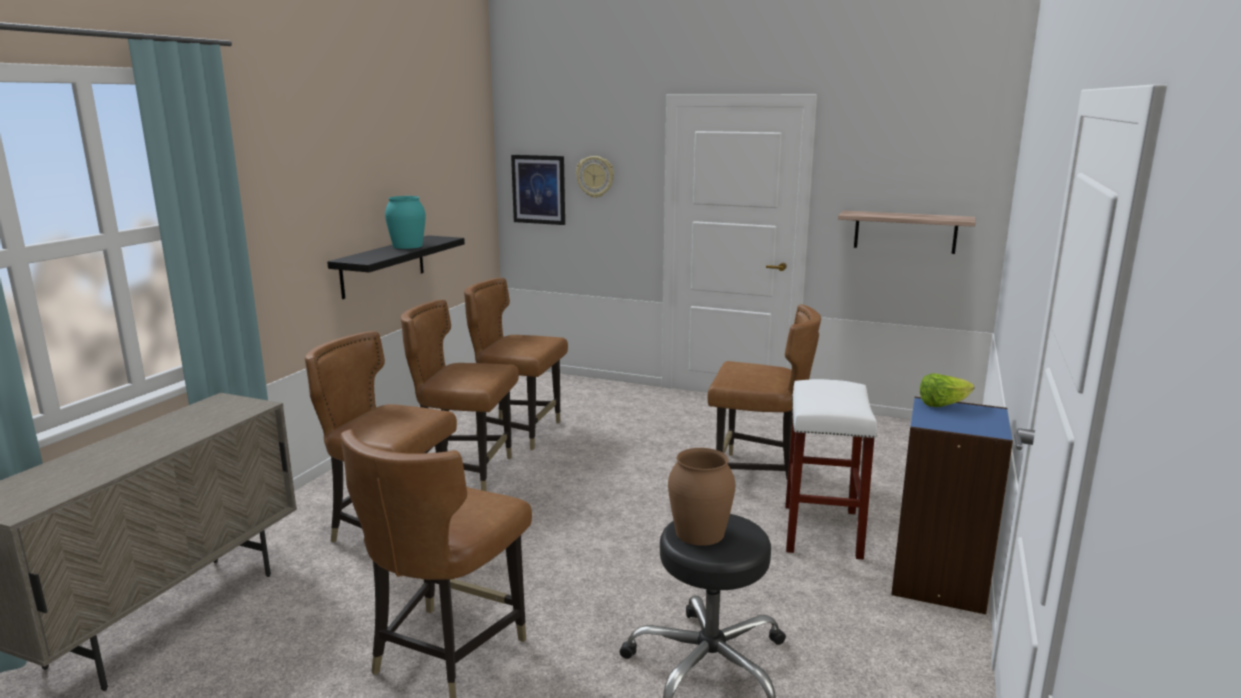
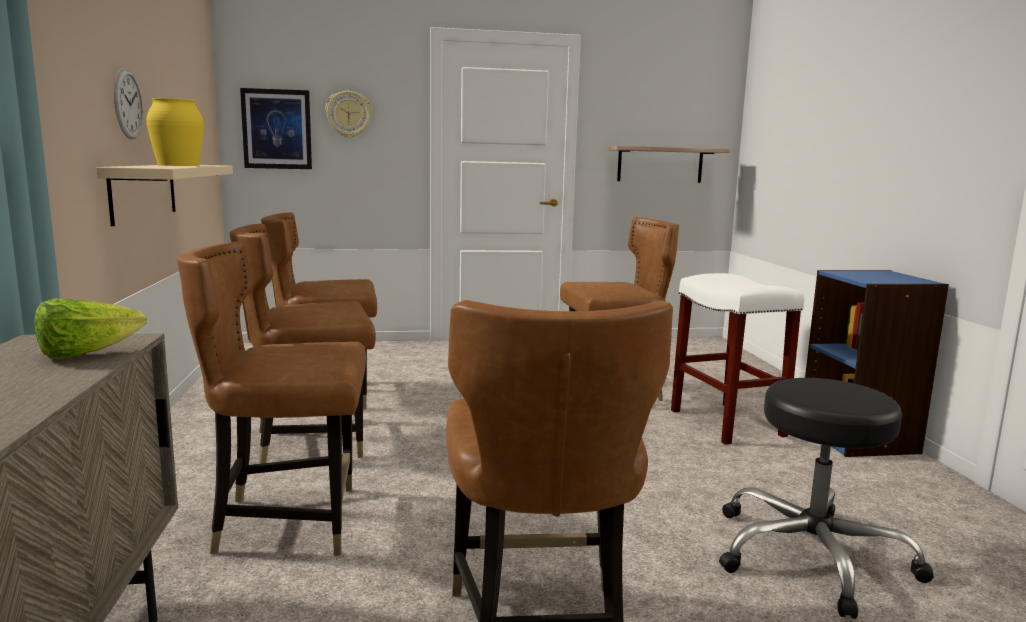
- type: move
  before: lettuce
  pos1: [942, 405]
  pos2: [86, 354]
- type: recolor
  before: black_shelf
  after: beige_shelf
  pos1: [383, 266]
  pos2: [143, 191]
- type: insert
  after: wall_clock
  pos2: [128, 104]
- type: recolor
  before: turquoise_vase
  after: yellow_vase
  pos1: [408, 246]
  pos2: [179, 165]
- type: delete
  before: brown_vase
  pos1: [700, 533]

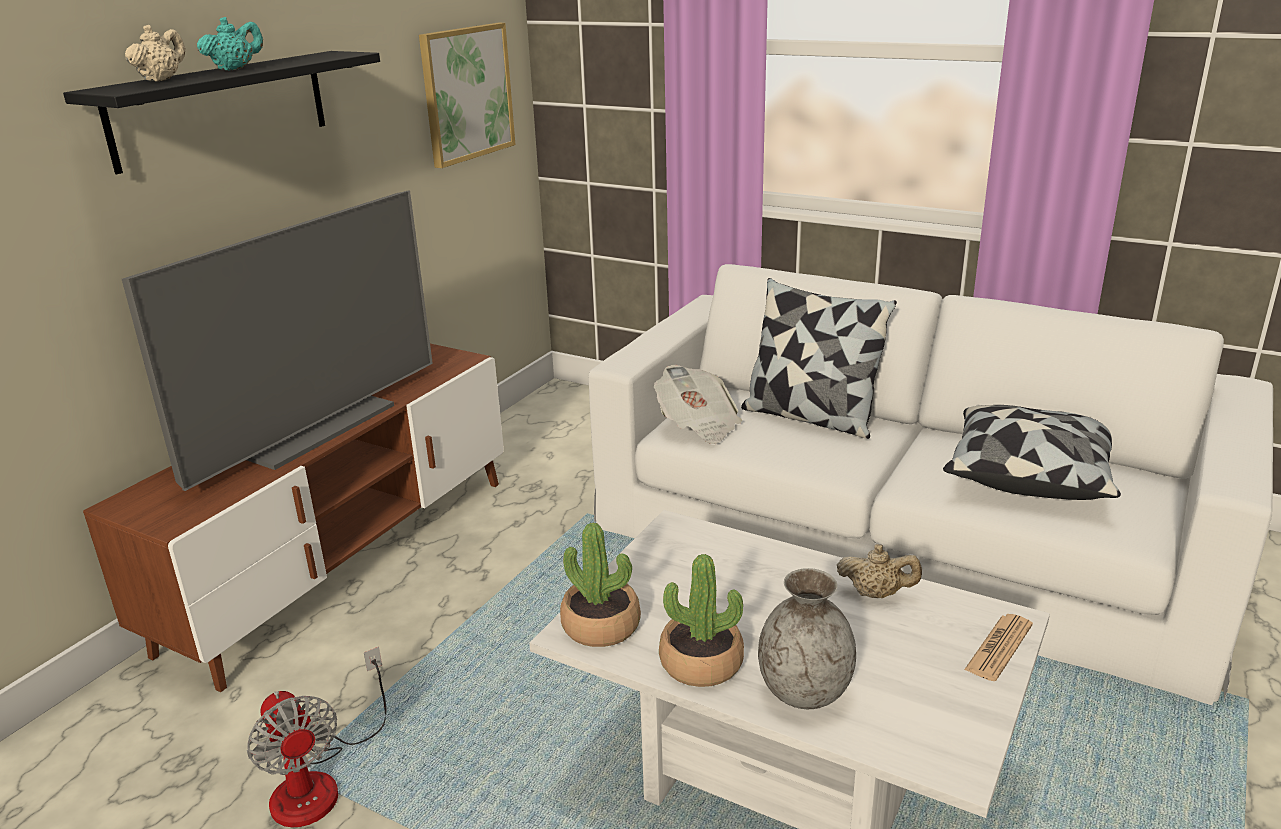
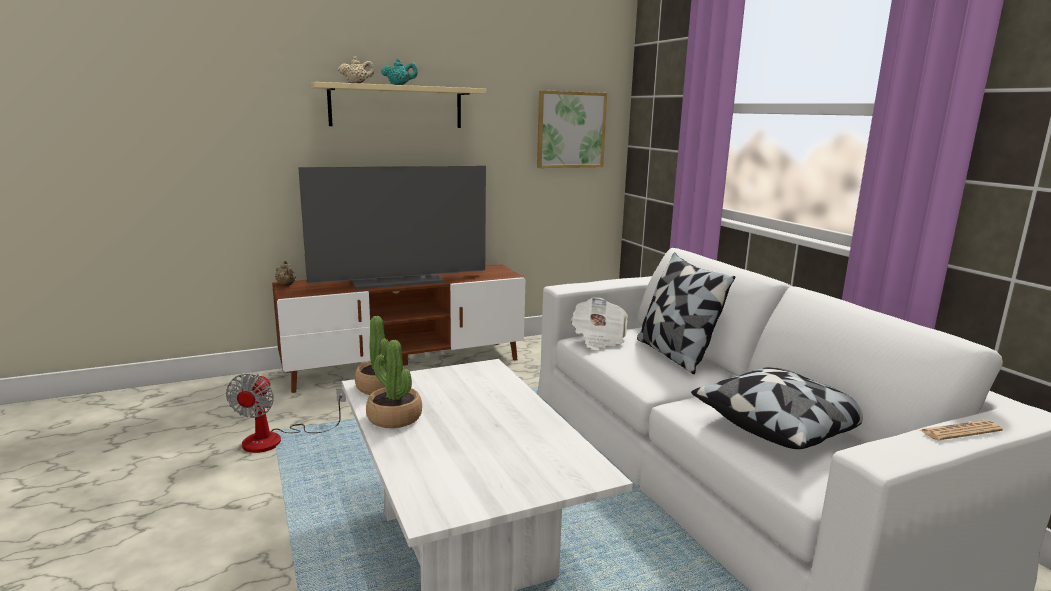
- type: move
  before: beige_teapot
  pos1: [876, 594]
  pos2: [286, 285]
- type: recolor
  before: black_shelf
  after: beige_shelf
  pos1: [221, 108]
  pos2: [396, 106]
- type: move
  before: newspaper
  pos1: [999, 648]
  pos2: [960, 431]
- type: delete
  before: grey_vase
  pos1: [804, 691]

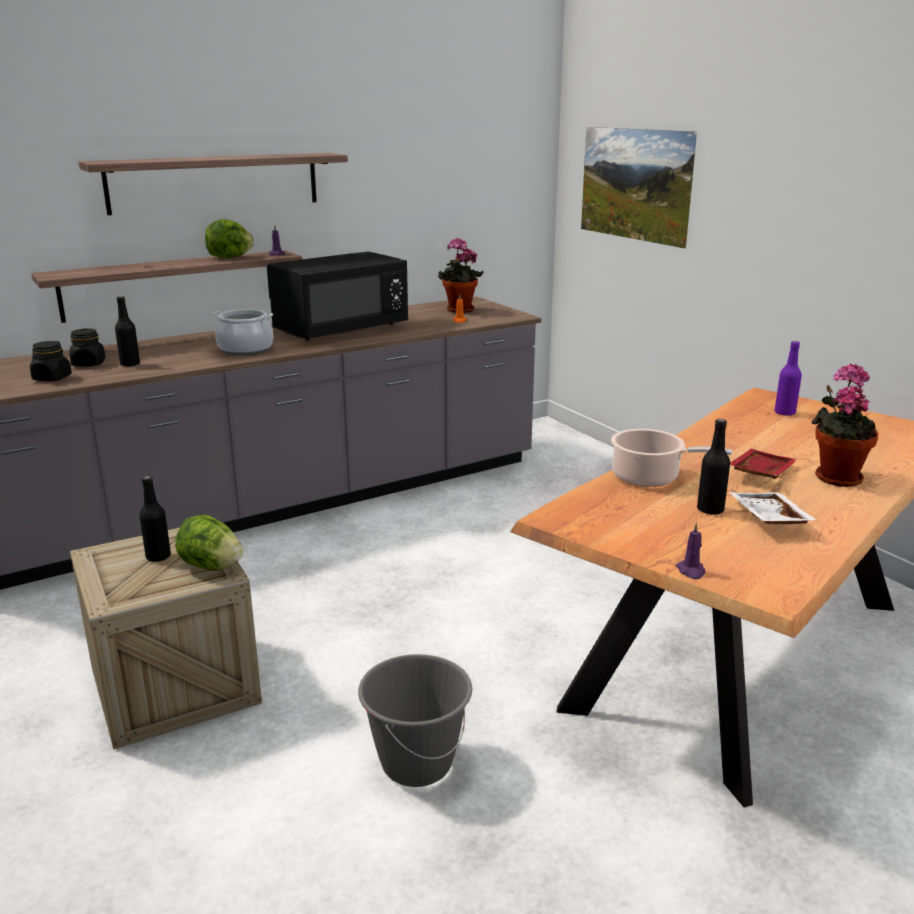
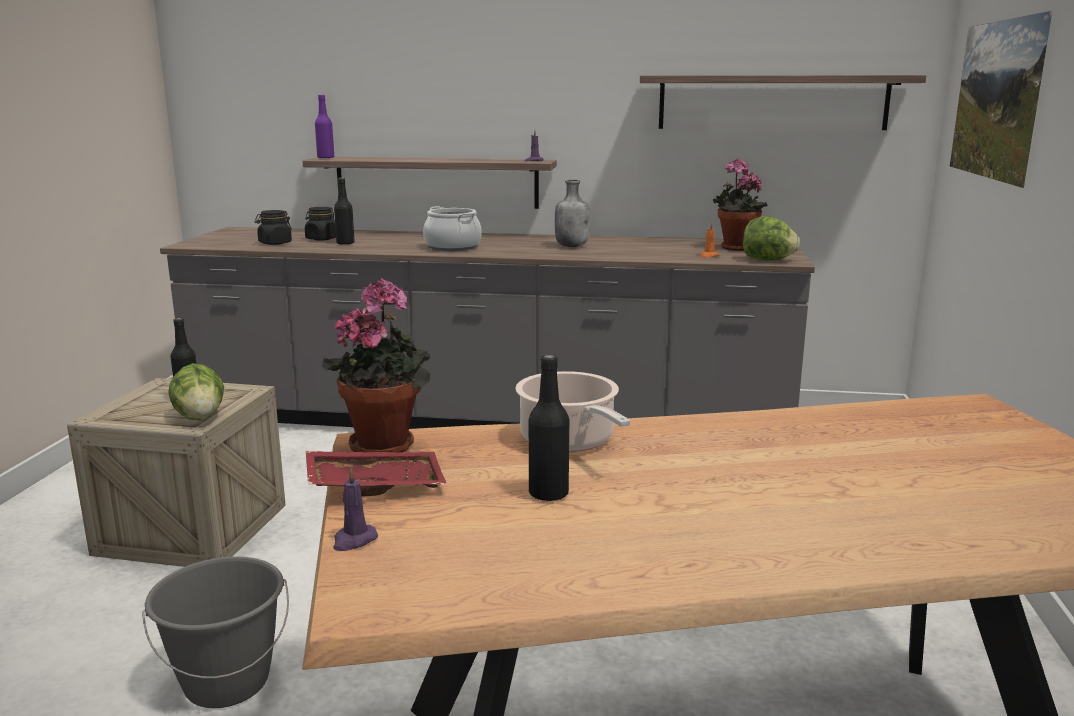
- type: move
  before: red_tray
  pos1: [759, 473]
  pos2: [375, 484]
- type: move
  before: purple_bottle
  pos1: [784, 413]
  pos2: [325, 158]
- type: move
  before: potted_plant
  pos1: [836, 477]
  pos2: [386, 443]
- type: replace
  before: black_microwave
  after: grey_bottle
  pos1: [341, 330]
  pos2: [572, 246]
- type: move
  before: shelf
  pos1: [215, 182]
  pos2: [772, 102]
- type: move
  before: lettuce
  pos1: [230, 257]
  pos2: [768, 260]
- type: delete
  before: white_tray
  pos1: [767, 518]

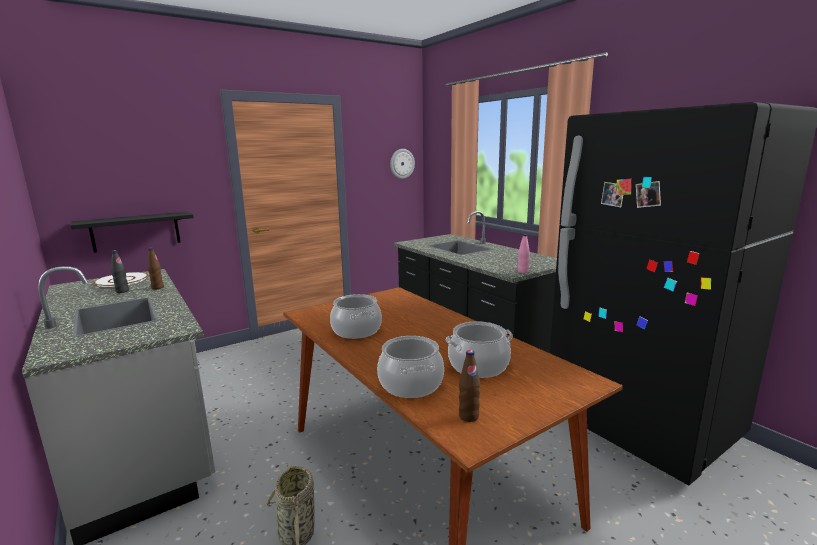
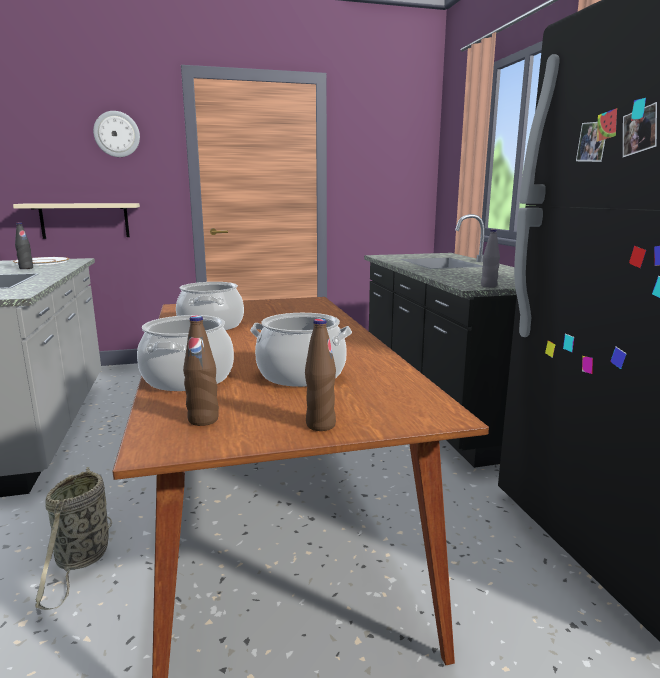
- type: recolor
  before: black_shelf
  after: beige_shelf
  pos1: [136, 231]
  pos2: [85, 220]
- type: move
  before: wall_clock
  pos1: [402, 163]
  pos2: [117, 134]
- type: move
  before: brown_bottle
  pos1: [157, 288]
  pos2: [320, 425]
- type: recolor
  before: pink_bottle
  after: grey_bottle
  pos1: [522, 271]
  pos2: [488, 286]

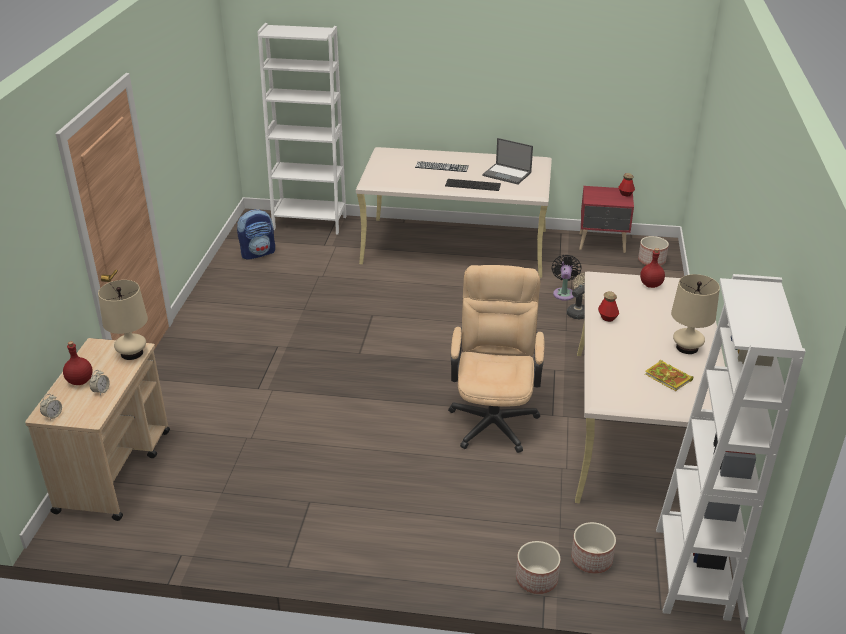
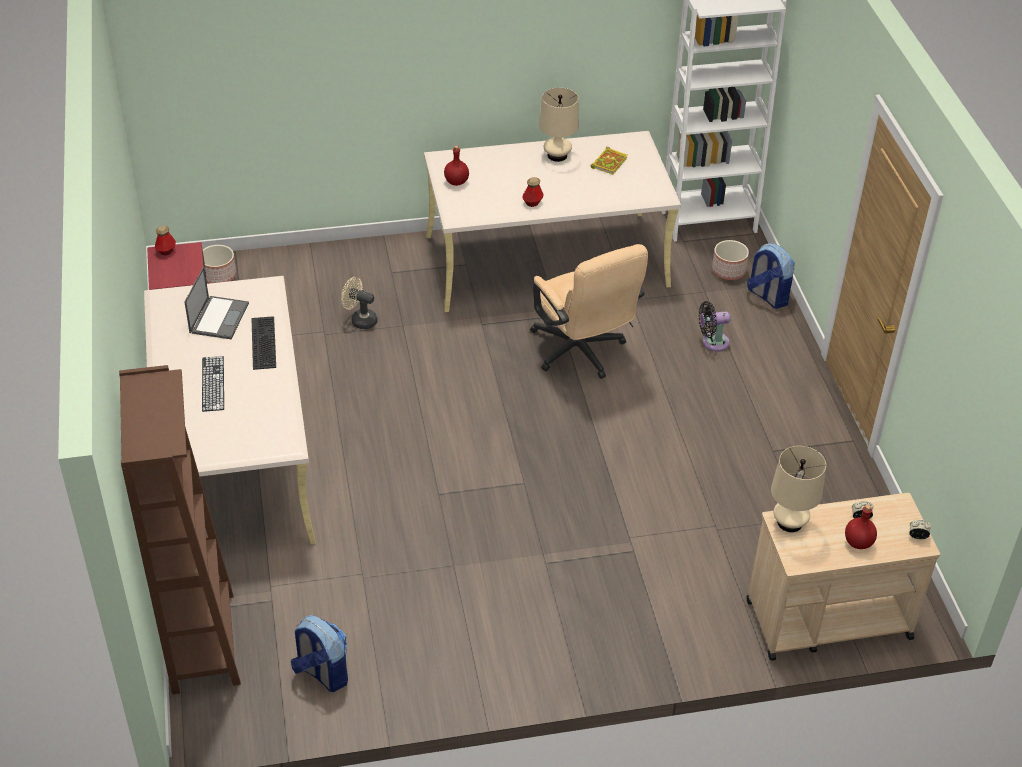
- type: recolor
  before: white_bookcase
  after: brown_bookcase
  pos1: [309, 222]
  pos2: [203, 643]
- type: rotate
  before: beige_office_chair
  pos1: [494, 416]
  pos2: [581, 354]
  turn: -105
- type: move
  before: black_fan
  pos1: [564, 293]
  pos2: [712, 342]
- type: replace
  before: planter
  after: backpack
  pos1: [536, 578]
  pos2: [767, 296]

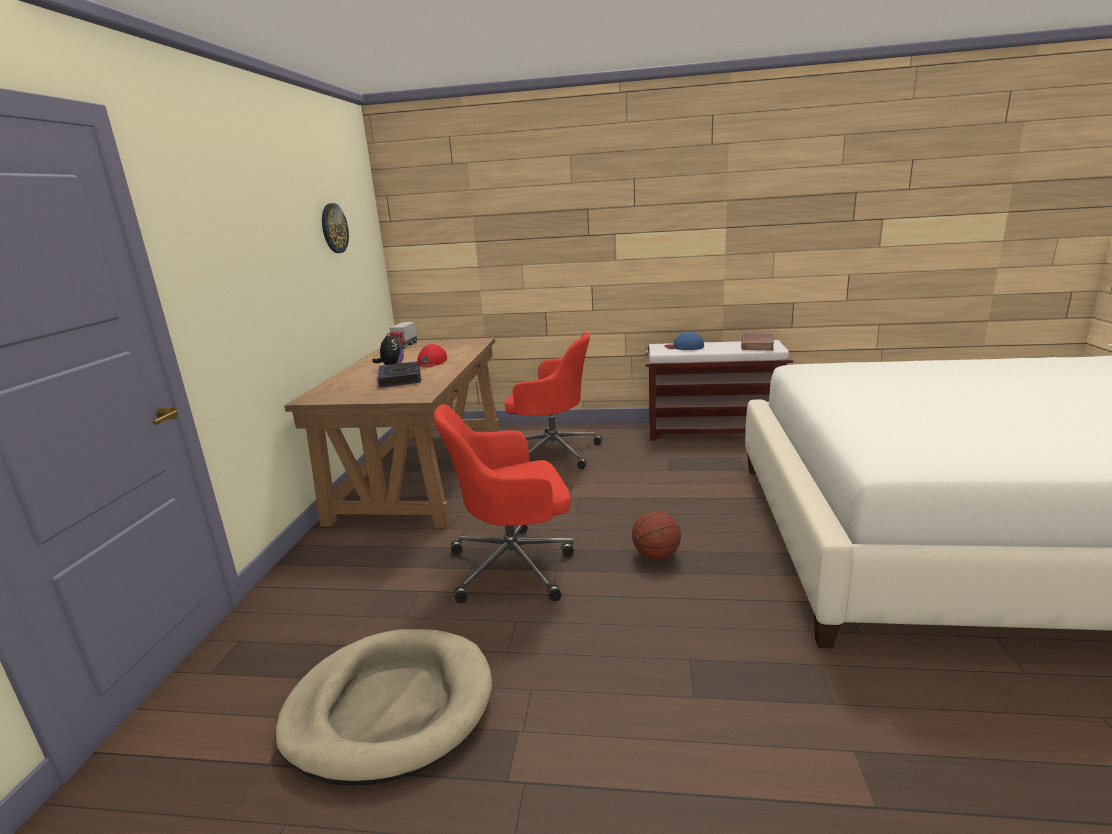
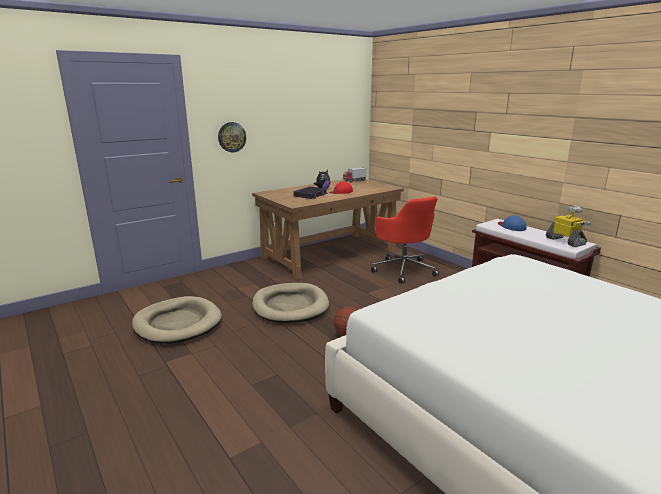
- type: move
  before: wall_clock
  pos1: [334, 228]
  pos2: [231, 137]
- type: replace
  before: red_office_chair
  after: beige_dog_bed
  pos1: [515, 565]
  pos2: [290, 306]
- type: replace
  before: brown_book
  after: toy_robot
  pos1: [757, 345]
  pos2: [566, 241]

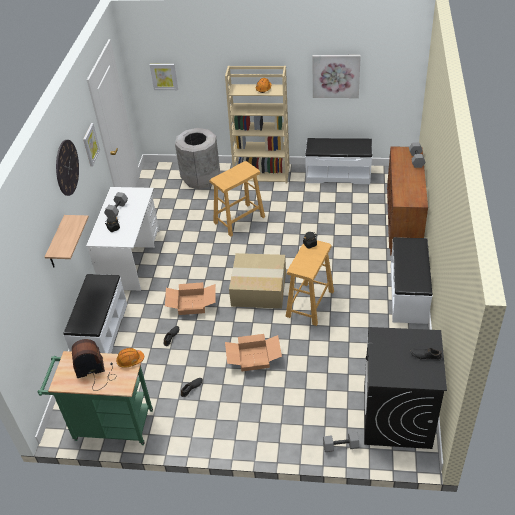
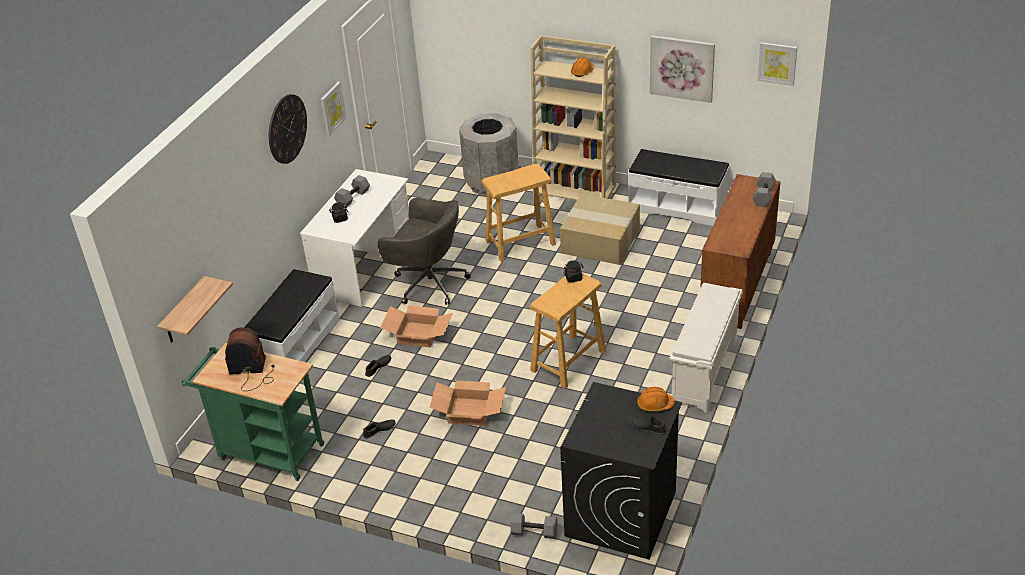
- type: move
  before: shelf
  pos1: [57, 243]
  pos2: [184, 312]
- type: insert
  after: grey_office_chair
  pos2: [428, 283]
- type: move
  before: cardboard_box
  pos1: [258, 289]
  pos2: [599, 241]
- type: move
  before: orange_hard_hat
  pos1: [130, 360]
  pos2: [655, 405]
- type: replace
  before: white_bench
  after: white_shoe_rack
  pos1: [409, 294]
  pos2: [705, 373]
- type: move
  before: picture
  pos1: [164, 76]
  pos2: [777, 63]

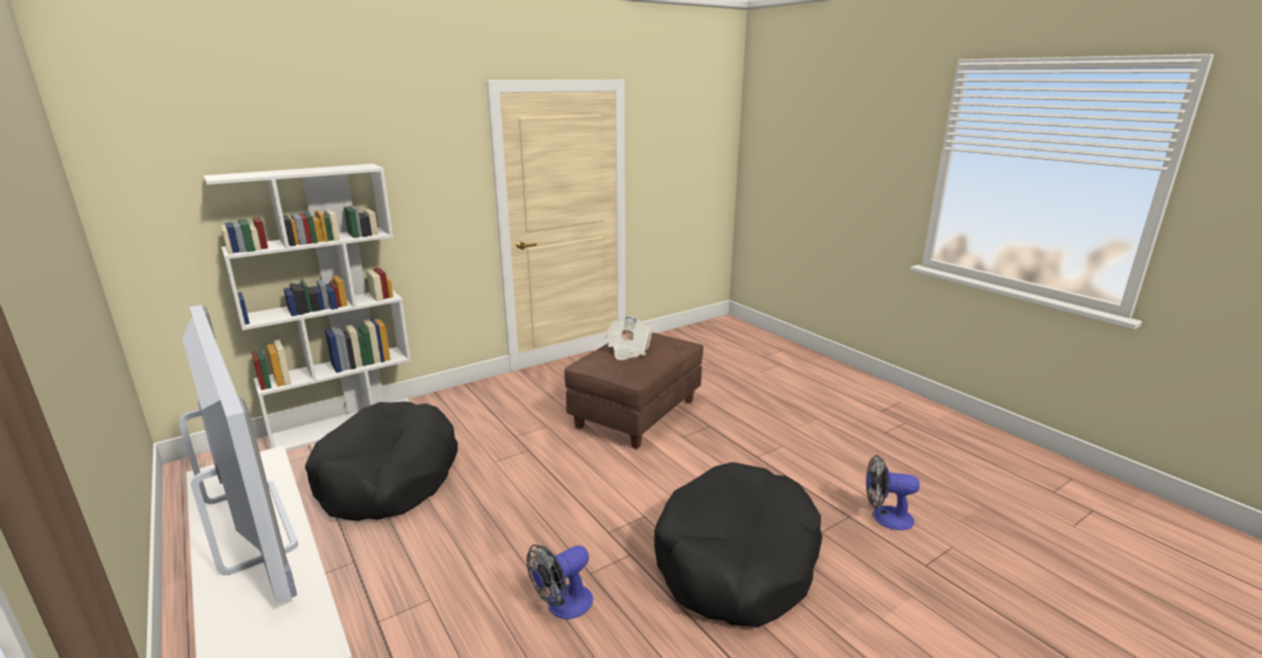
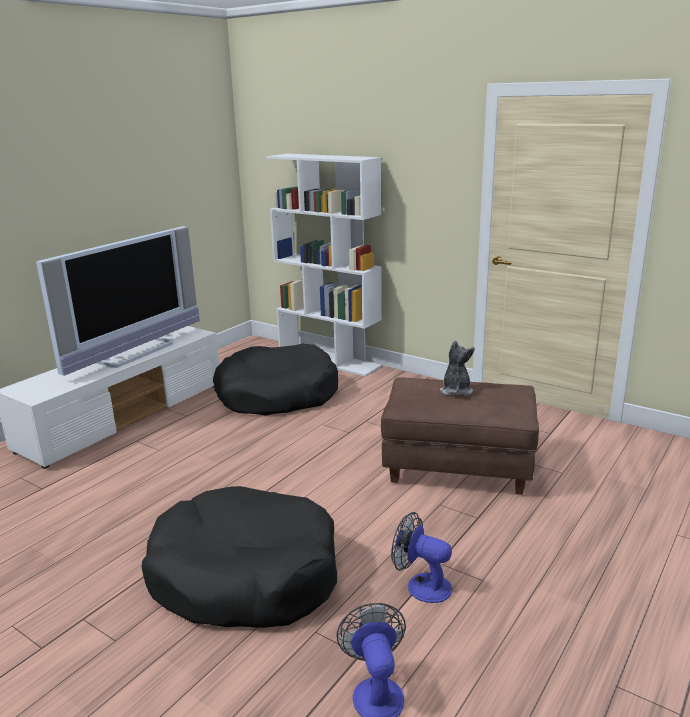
- type: move
  before: fan
  pos1: [562, 606]
  pos2: [421, 585]
- type: replace
  before: newspaper
  after: plush_toy
  pos1: [628, 350]
  pos2: [456, 390]

